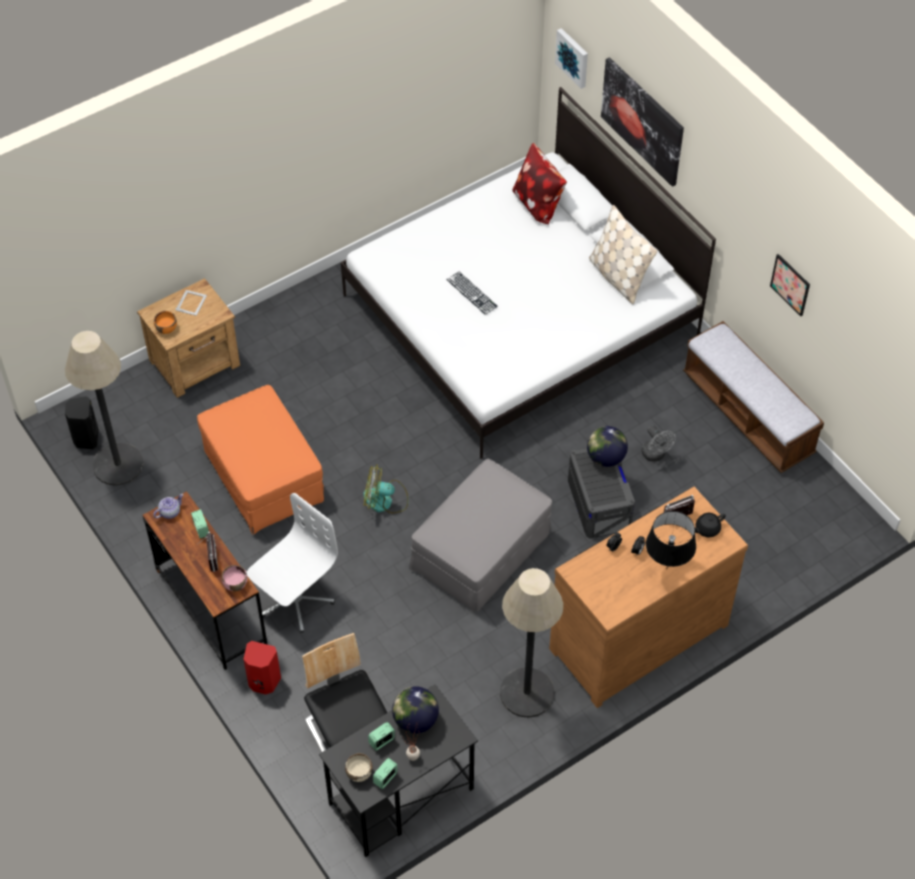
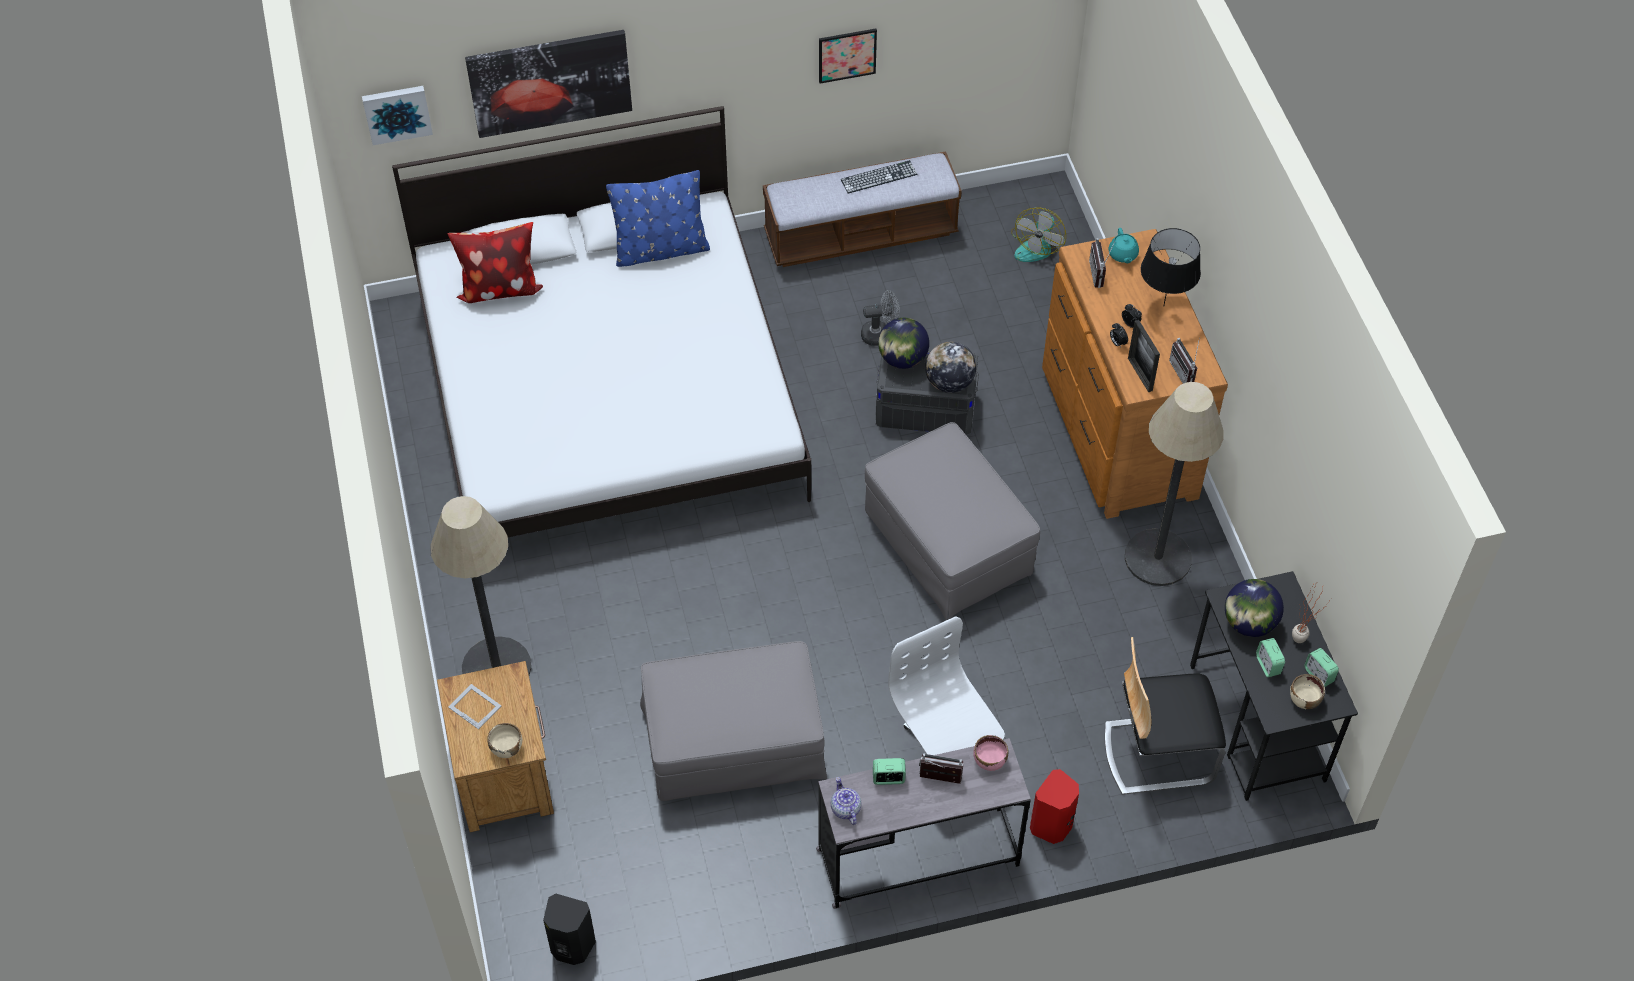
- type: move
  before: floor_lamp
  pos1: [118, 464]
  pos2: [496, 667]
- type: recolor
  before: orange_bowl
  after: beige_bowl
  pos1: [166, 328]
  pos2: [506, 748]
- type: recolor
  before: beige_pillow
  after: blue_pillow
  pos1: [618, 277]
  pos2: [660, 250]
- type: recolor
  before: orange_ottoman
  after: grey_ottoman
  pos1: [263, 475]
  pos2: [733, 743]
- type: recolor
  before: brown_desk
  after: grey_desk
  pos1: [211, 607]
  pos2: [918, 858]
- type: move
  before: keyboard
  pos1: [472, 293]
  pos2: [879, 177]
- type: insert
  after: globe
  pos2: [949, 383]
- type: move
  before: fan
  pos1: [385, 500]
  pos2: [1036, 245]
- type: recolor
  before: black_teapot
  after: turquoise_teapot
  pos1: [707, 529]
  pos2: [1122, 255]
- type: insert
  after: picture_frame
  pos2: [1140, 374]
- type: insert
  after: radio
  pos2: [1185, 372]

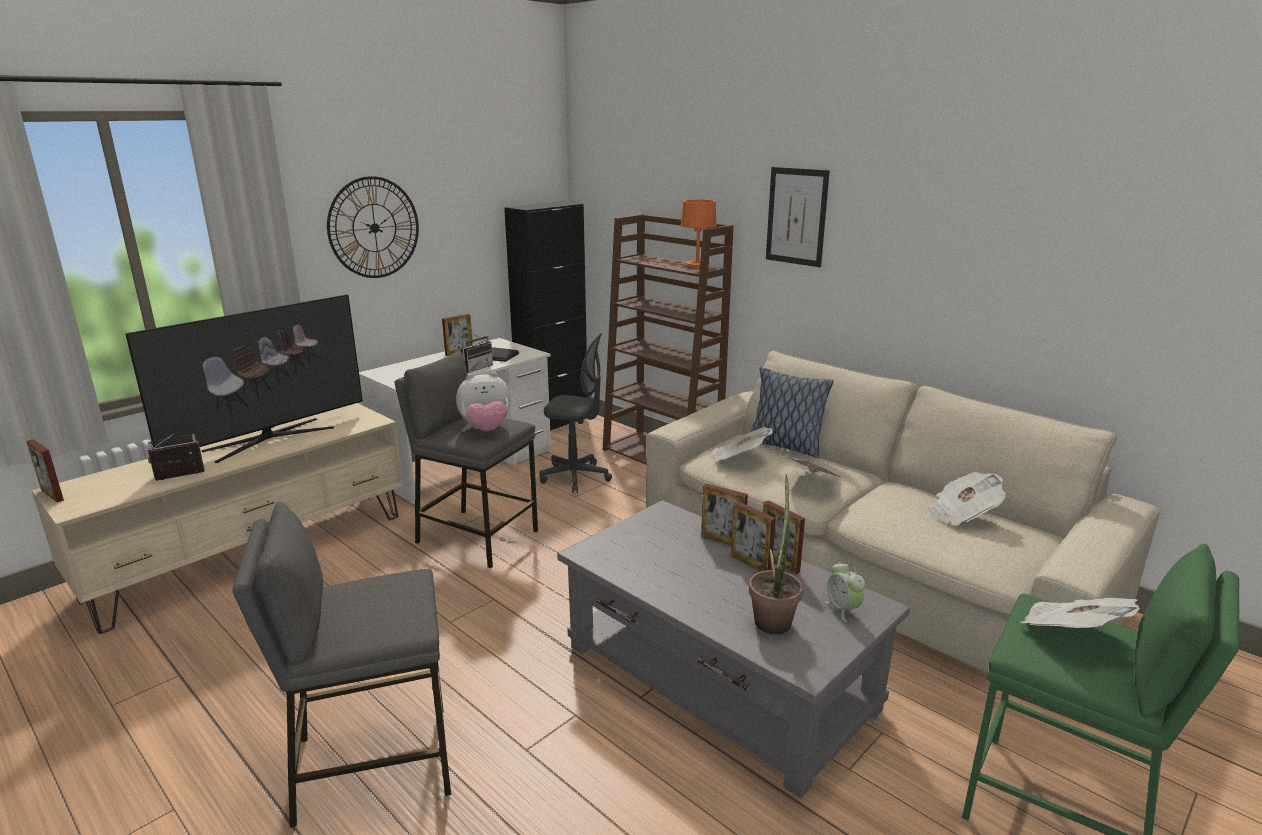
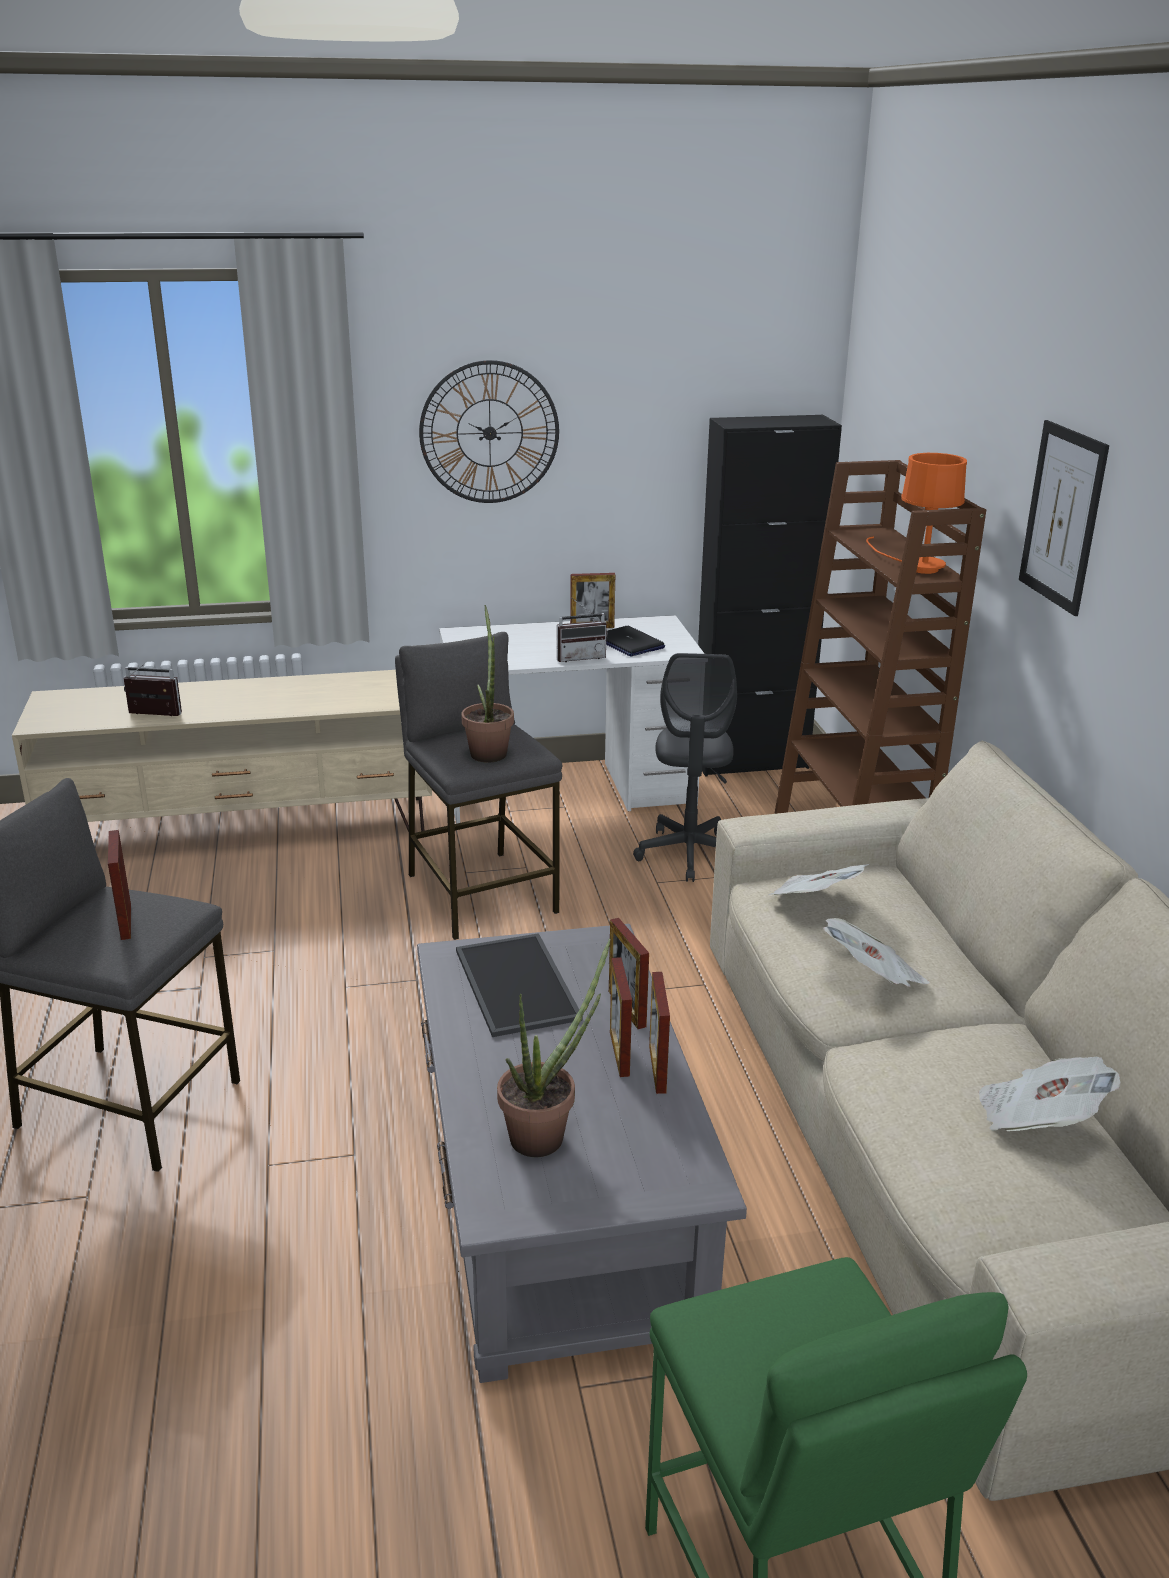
- type: move
  before: picture_frame
  pos1: [52, 495]
  pos2: [126, 921]
- type: insert
  after: tray
  pos2: [519, 985]
- type: replace
  before: plush_toy
  after: potted_plant
  pos1: [486, 429]
  pos2: [488, 751]
- type: rotate
  before: grey_office_chair
  pos1: [575, 477]
  pos2: [689, 854]
  turn: 45
- type: delete
  before: television
  pos1: [269, 439]
- type: delete
  before: pillow
  pos1: [785, 446]
- type: delete
  before: alarm_clock
  pos1: [843, 609]
- type: delete
  before: newspaper
  pos1: [1070, 633]

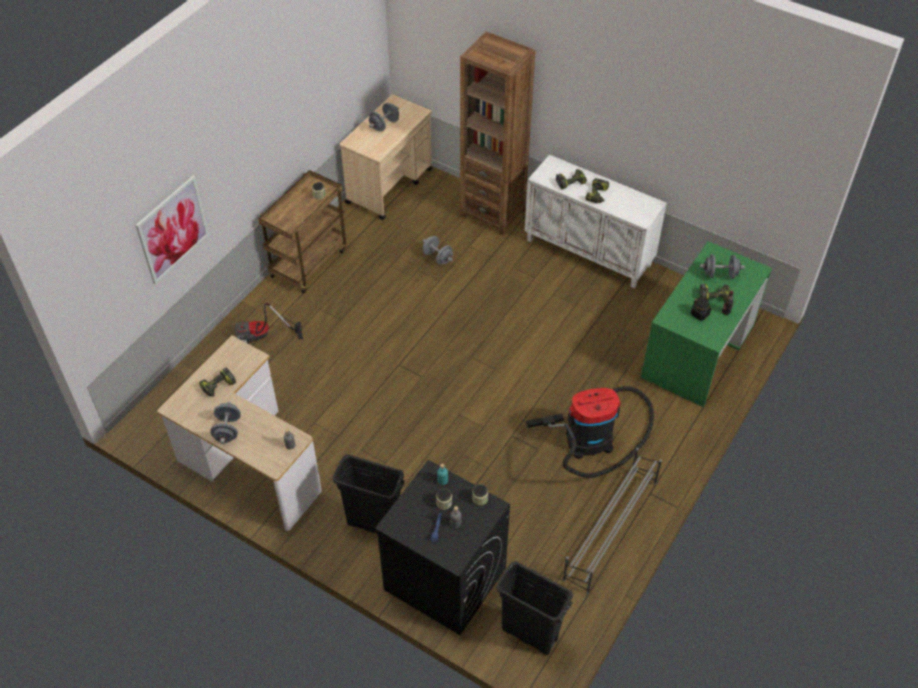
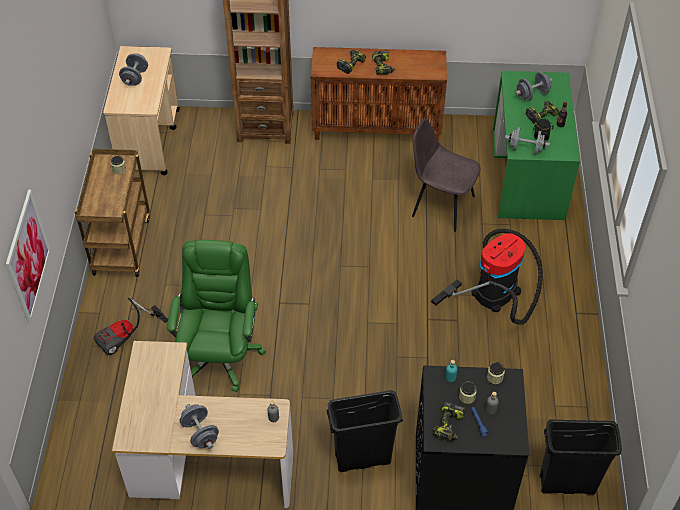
- type: insert
  after: green_office_chair
  pos2: [220, 355]
- type: recolor
  before: white_cabinet
  after: brown_cabinet
  pos1: [589, 252]
  pos2: [377, 128]
- type: insert
  after: grey_chair
  pos2: [441, 205]
- type: move
  before: power_drill
  pos1: [218, 386]
  pos2: [449, 426]
- type: move
  before: grey_dumbbell
  pos1: [437, 257]
  pos2: [525, 149]
- type: delete
  before: grey_shoe_rack
  pos1: [610, 530]

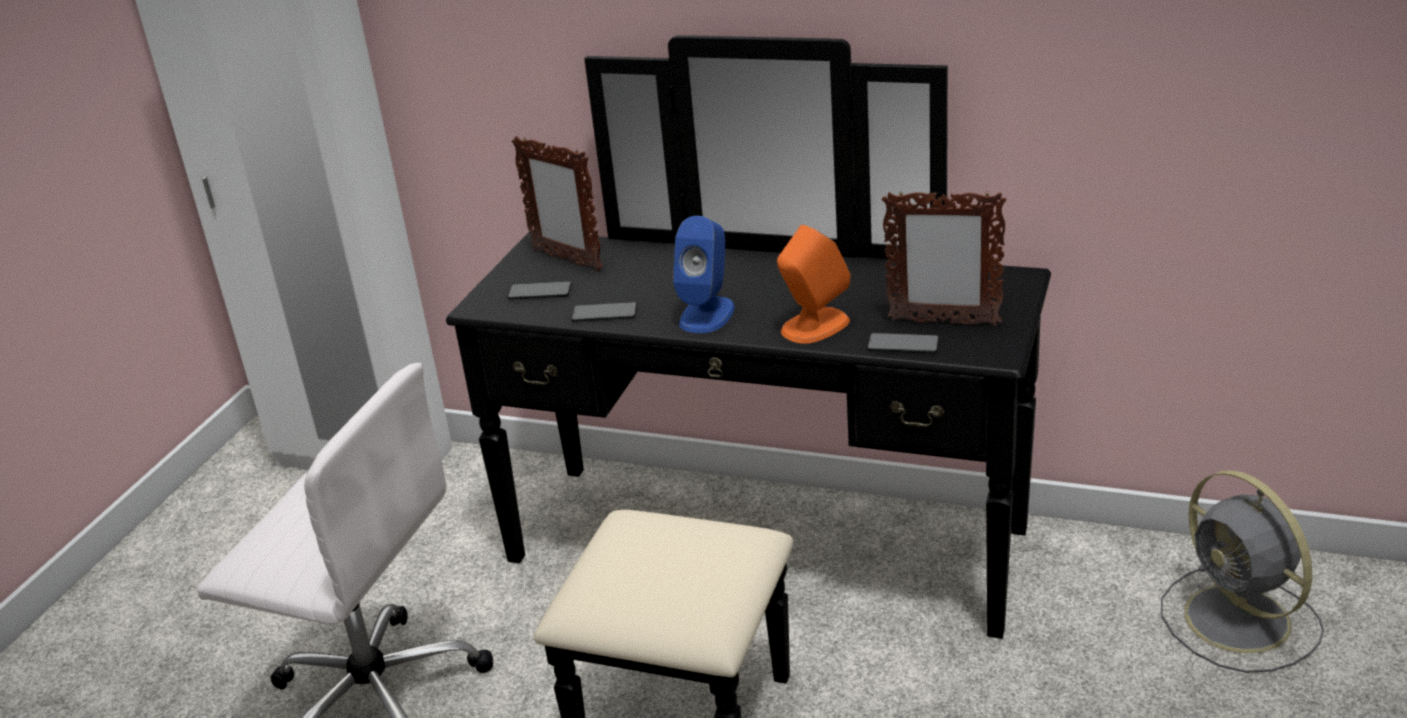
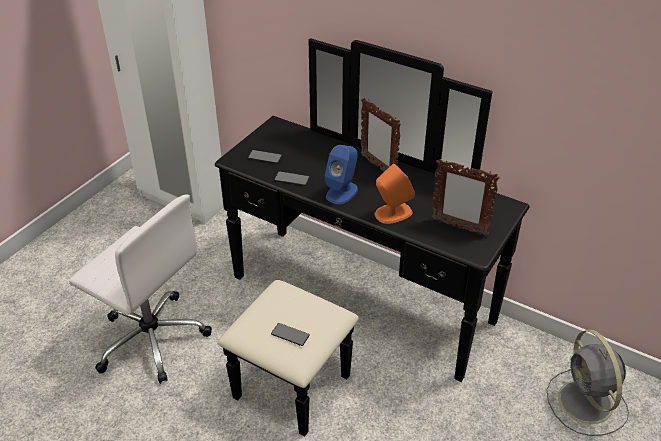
- type: move
  before: phone
  pos1: [903, 345]
  pos2: [290, 335]
- type: move
  before: picture_frame
  pos1: [566, 260]
  pos2: [378, 167]

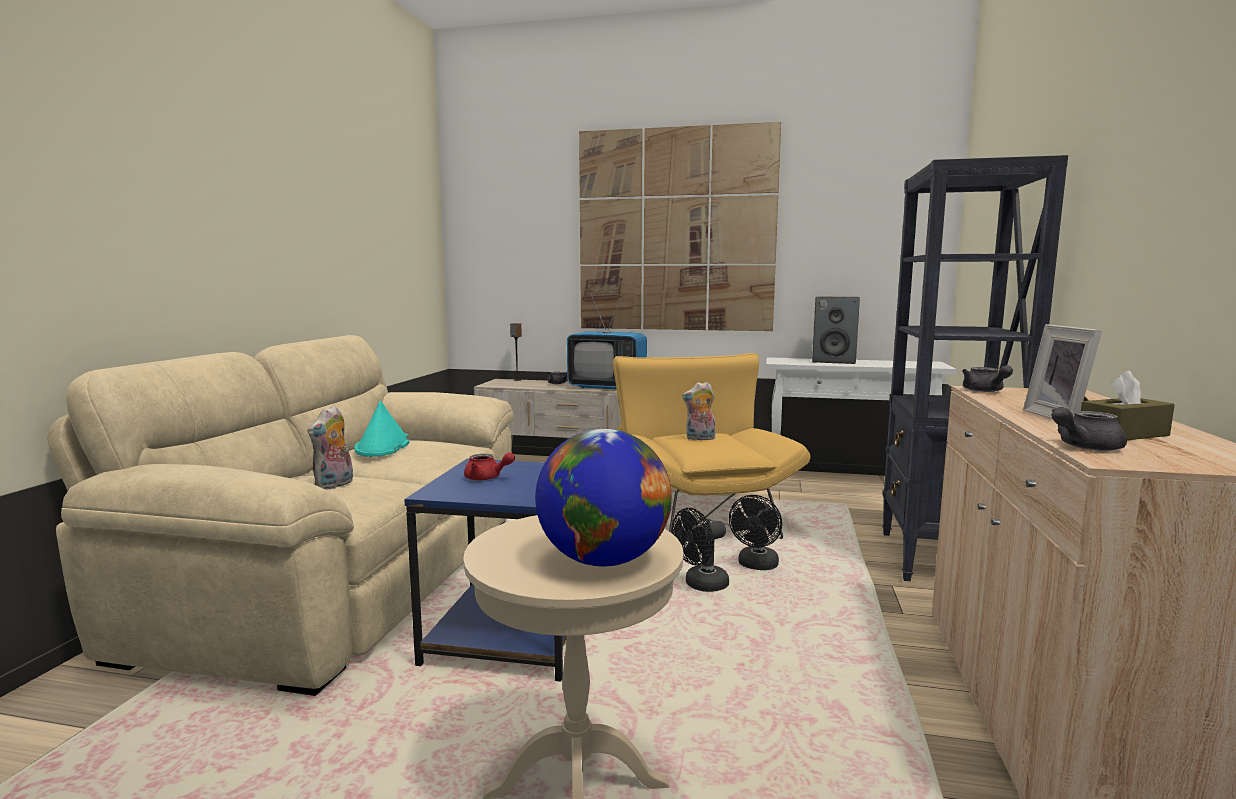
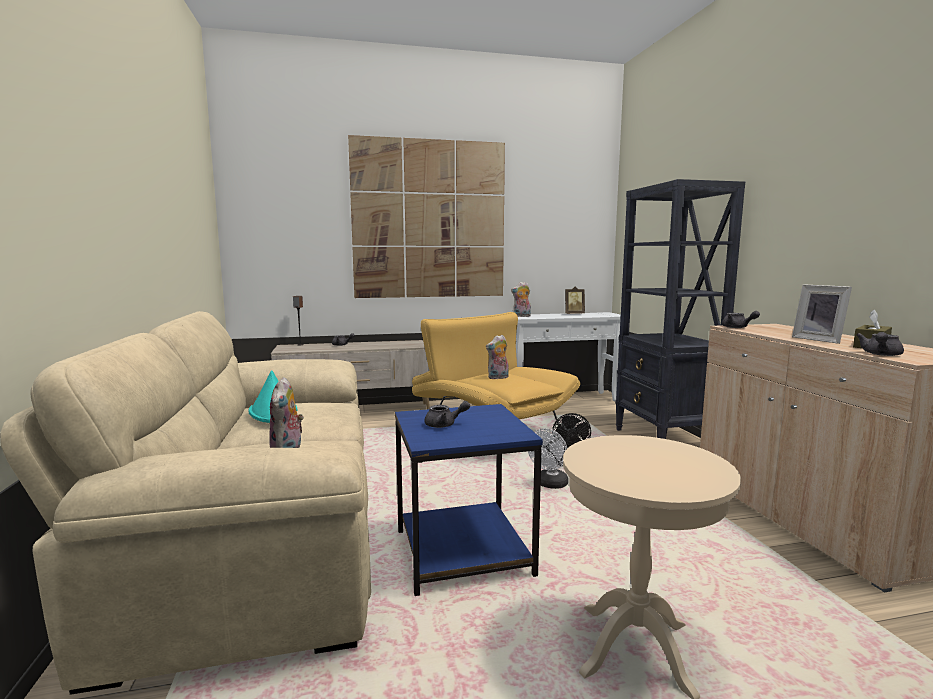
- type: recolor
  before: red_teapot
  after: grey_teapot
  pos1: [487, 478]
  pos2: [444, 425]
- type: insert
  after: plush_toy
  pos2: [521, 316]
- type: recolor
  before: black_fan
  after: white_fan
  pos1: [701, 585]
  pos2: [550, 485]
- type: insert
  after: picture_frame
  pos2: [573, 314]
- type: delete
  before: globe
  pos1: [603, 560]
- type: delete
  before: television
  pos1: [607, 387]
- type: delete
  before: speaker
  pos1: [834, 361]

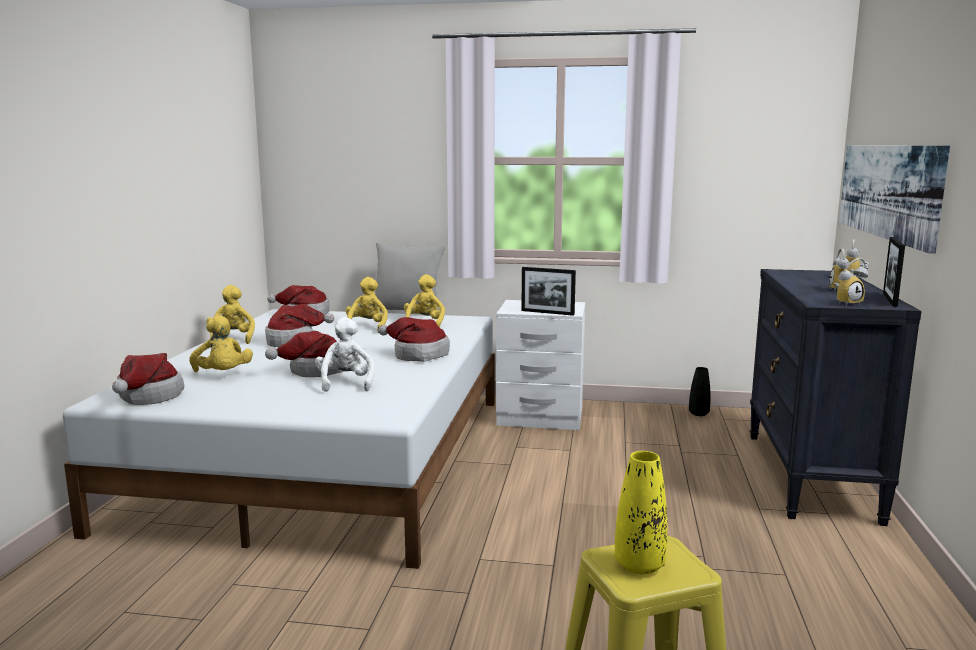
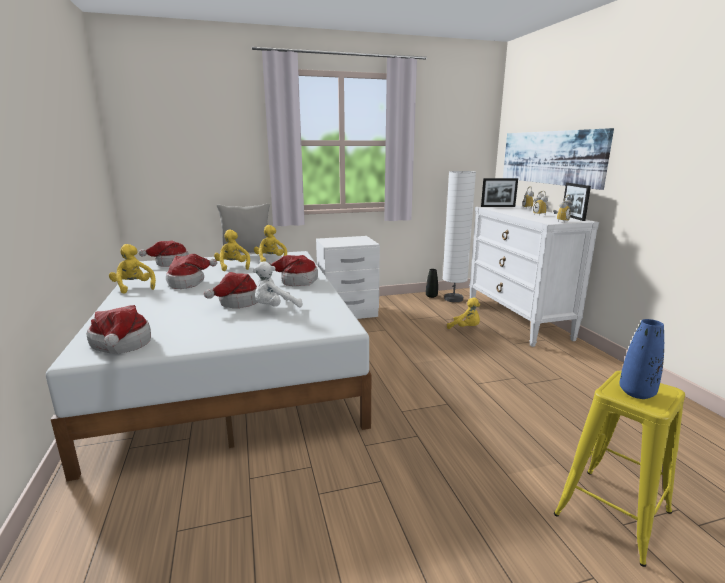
- type: rotate
  before: white_plush_toy
  pos1: [345, 383]
  pos2: [275, 308]
  turn: -90
- type: insert
  after: white_floor_lamp
  pos2: [453, 299]
- type: move
  before: yellow_plush_toy
  pos1: [223, 375]
  pos2: [465, 328]
- type: recolor
  before: black_dresser
  after: white_dresser
  pos1: [811, 476]
  pos2: [518, 321]
- type: move
  before: picture_frame
  pos1: [547, 312]
  pos2: [498, 206]
- type: recolor
  before: yellow_vase
  after: blue_vase
  pos1: [639, 565]
  pos2: [636, 393]

